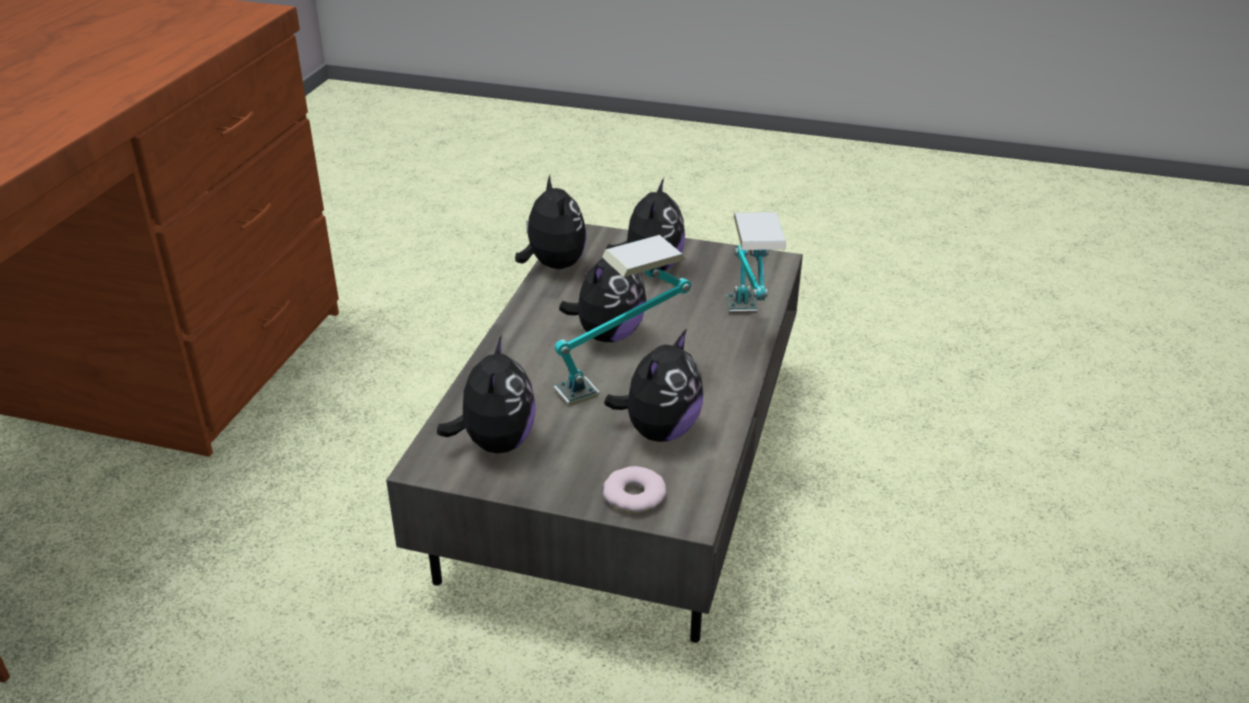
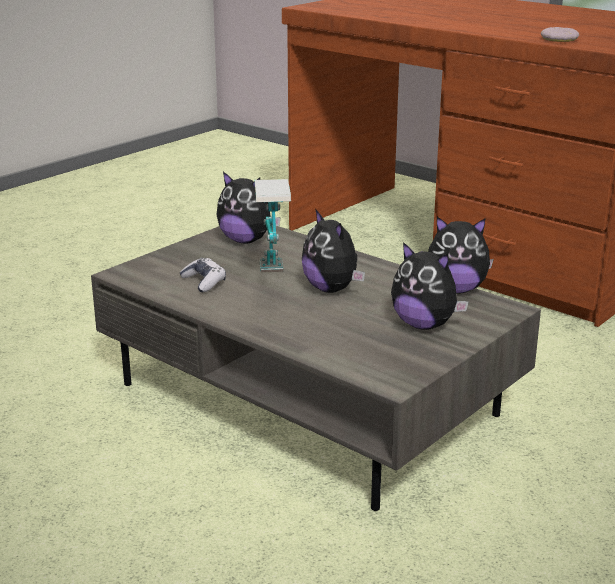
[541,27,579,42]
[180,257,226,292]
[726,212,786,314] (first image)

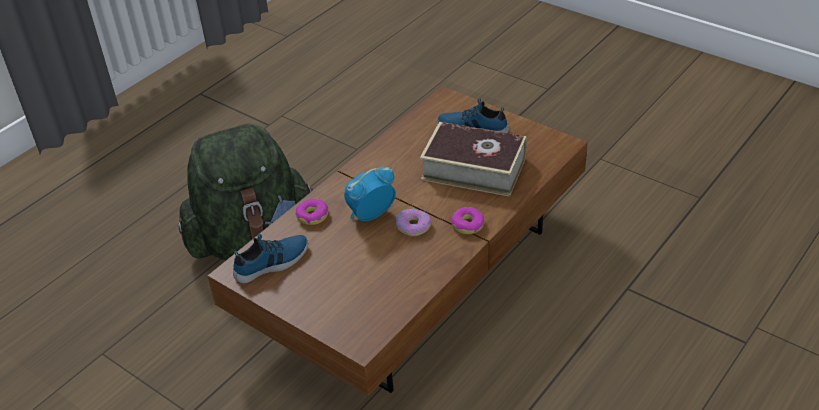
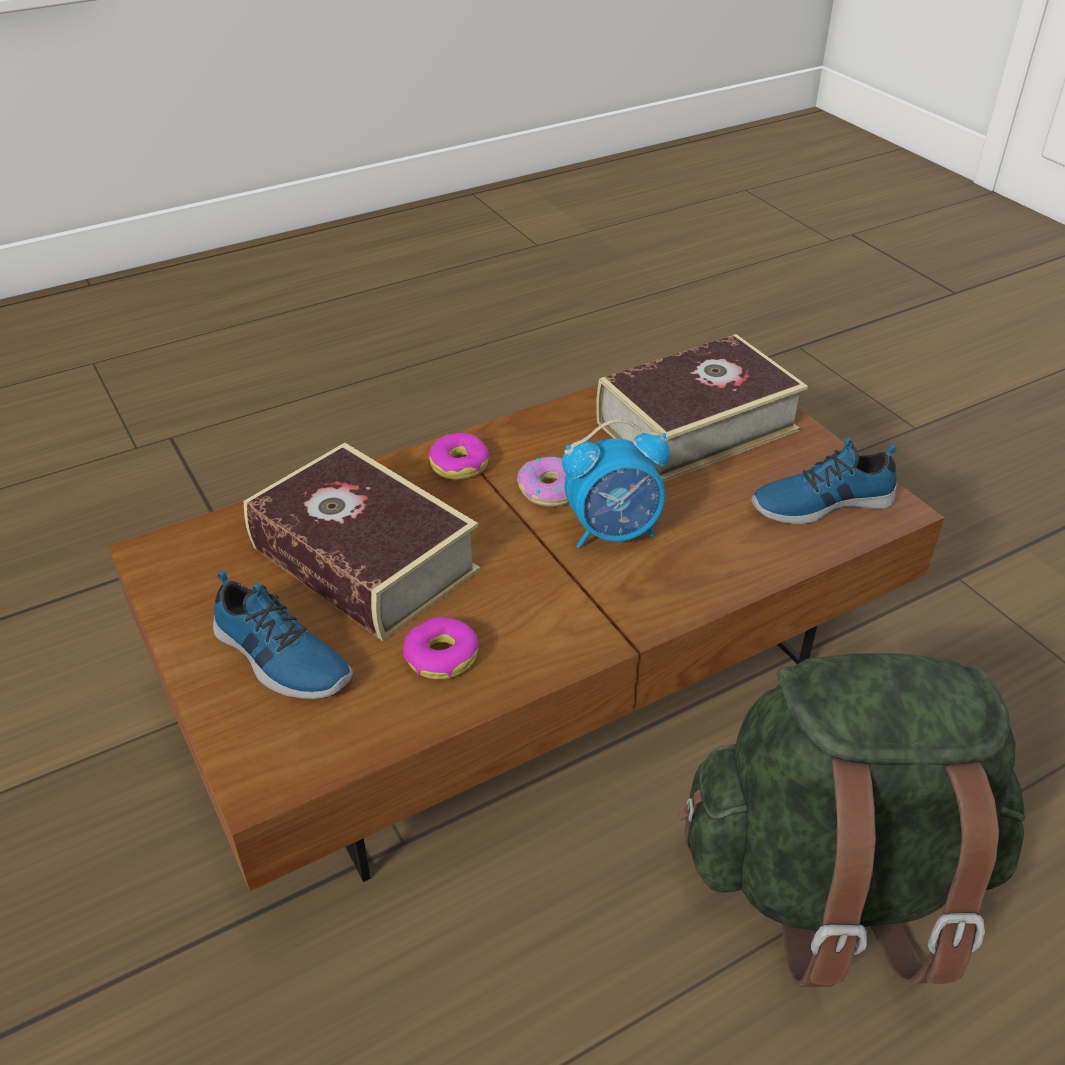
[403,617,479,679]
[596,334,808,482]

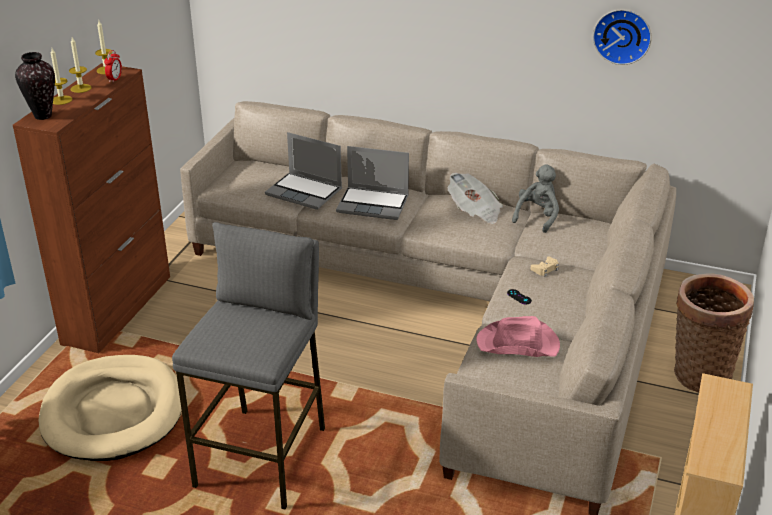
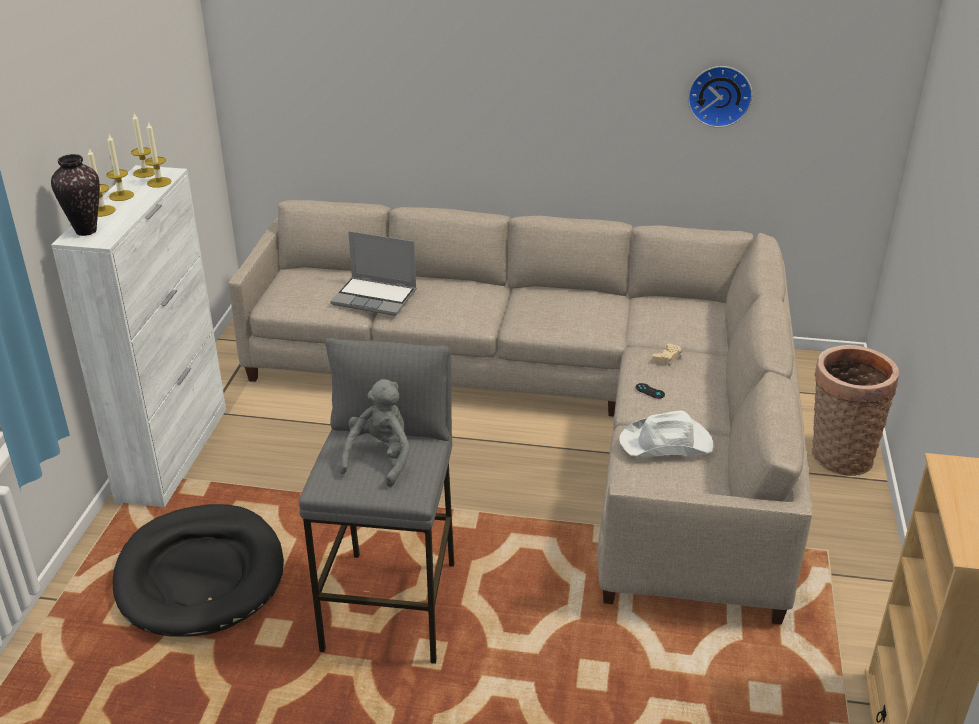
[51,165,226,508]
[113,504,284,636]
[145,121,171,188]
[336,146,409,220] (first image)
[448,172,503,224] (first image)
[619,410,713,457]
[339,379,410,487]

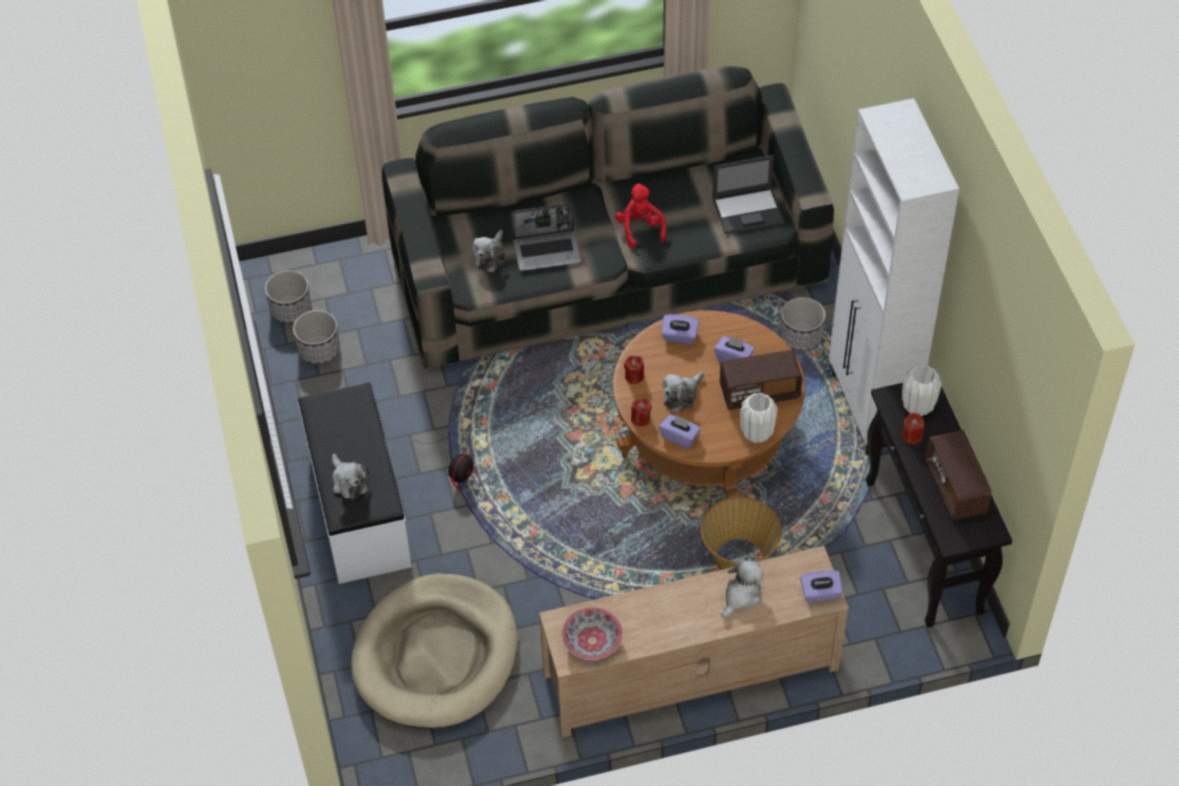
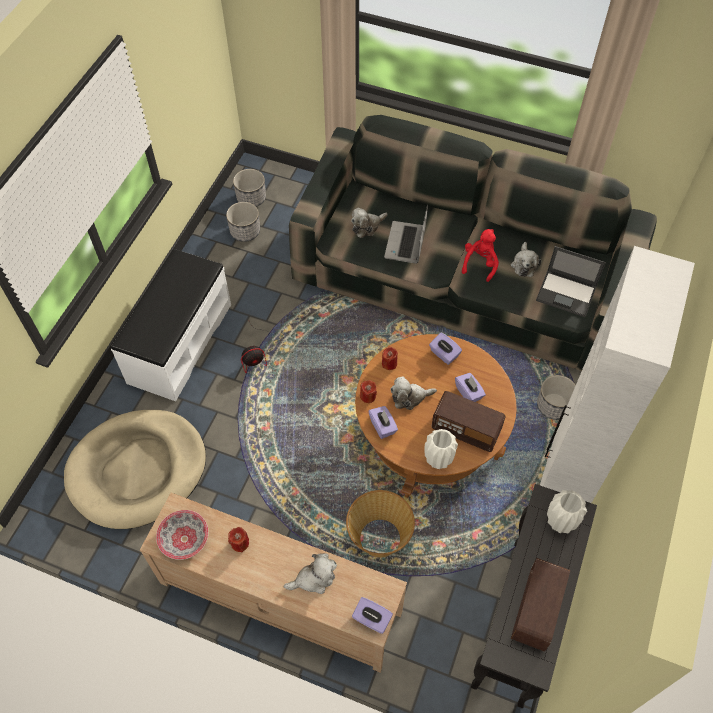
[511,242,541,277]
[384,205,428,264]
[228,527,249,552]

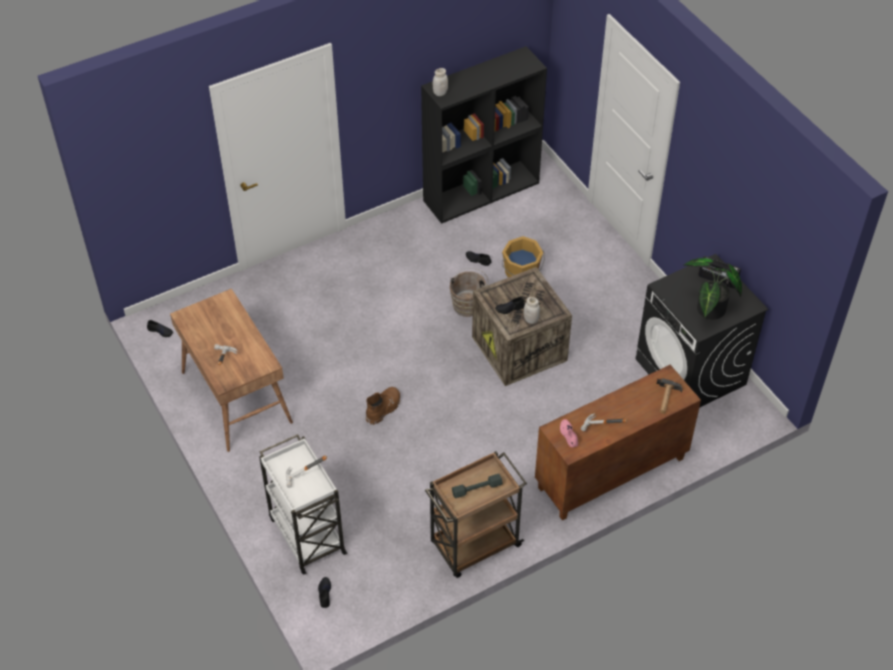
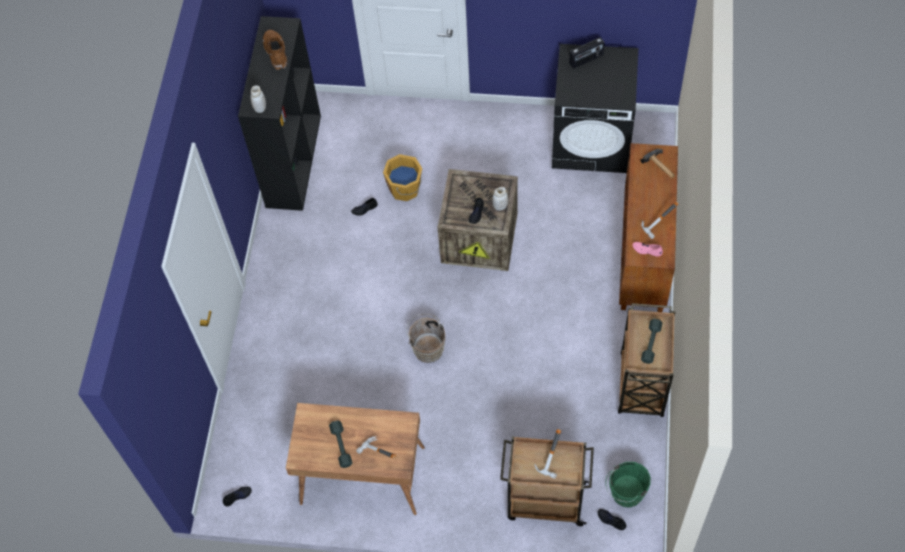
[500,436,594,526]
[263,30,287,70]
[406,314,445,363]
[683,258,742,320] (first image)
[329,420,352,468]
[606,462,651,507]

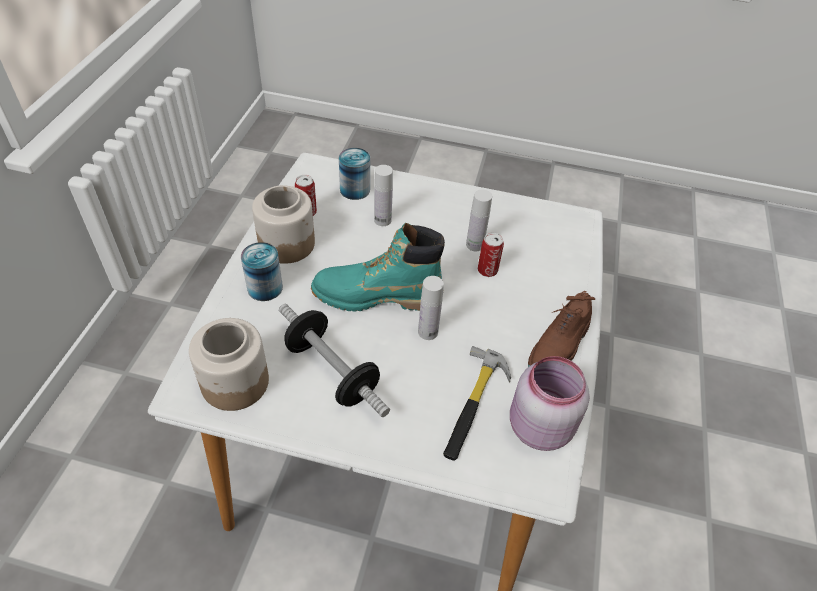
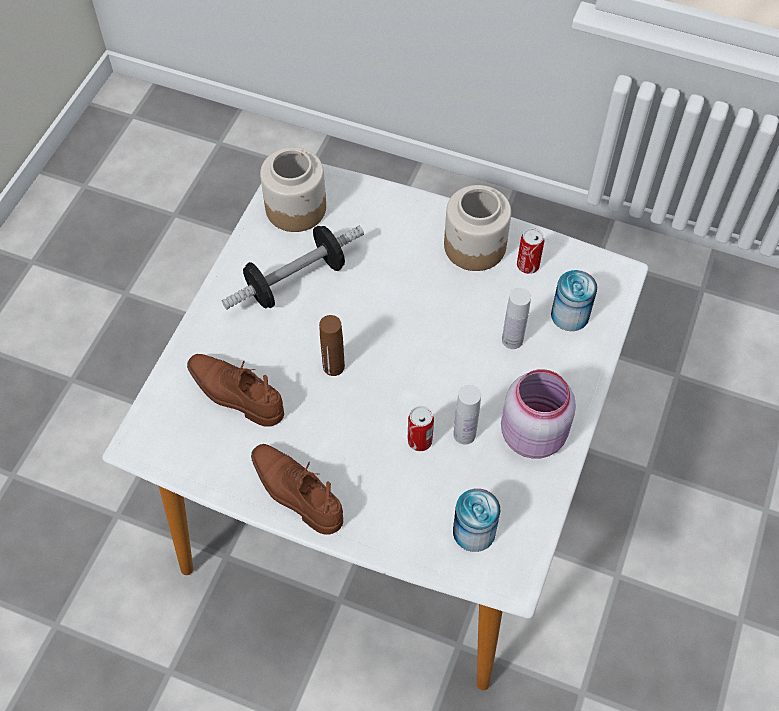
[453,488,500,552]
[311,223,445,312] (first image)
[319,315,345,376]
[187,354,284,427]
[501,369,576,459]

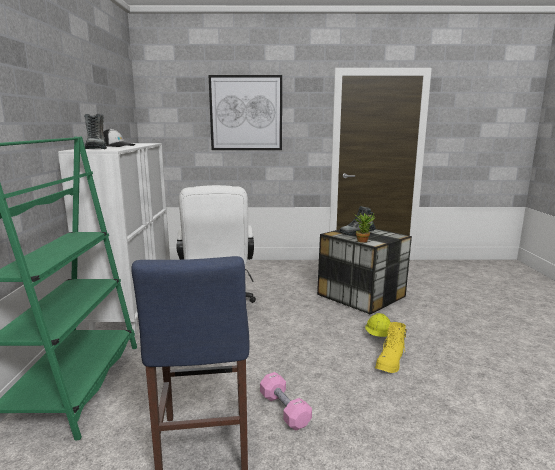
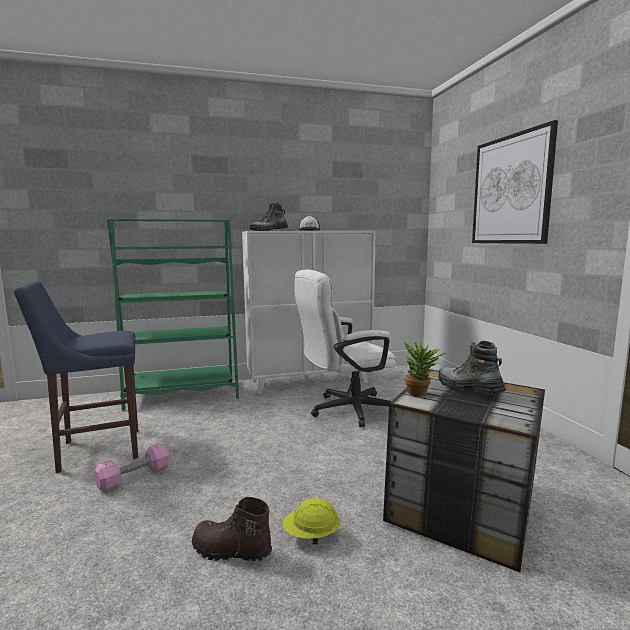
[192,497,272,561]

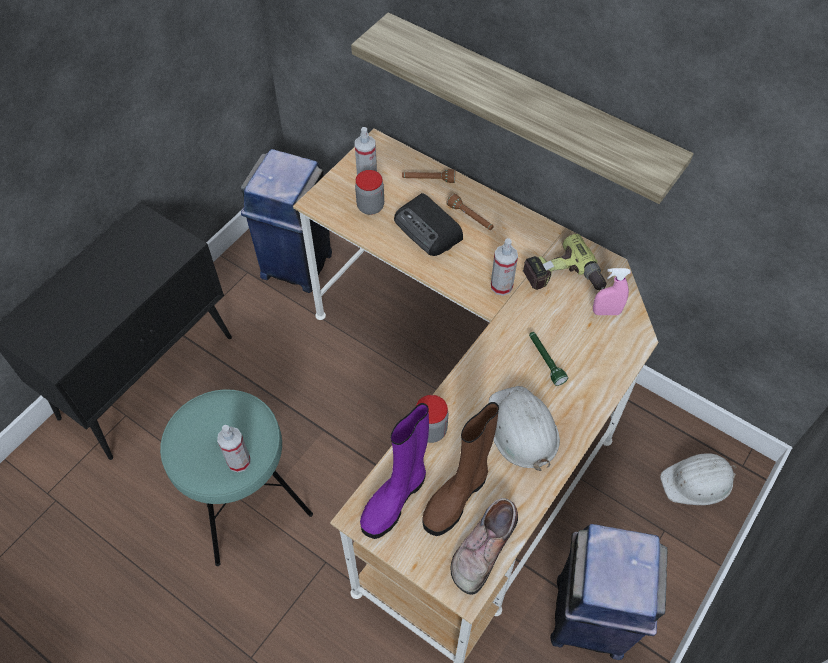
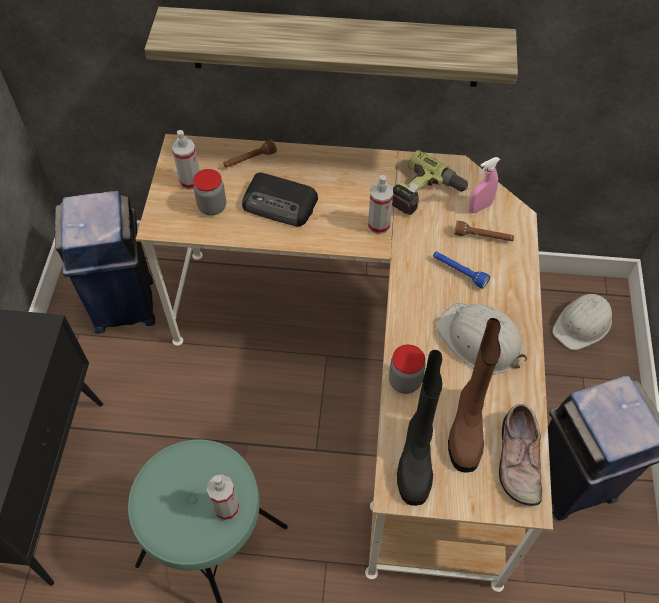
[397,350,443,506]
[454,221,514,241]
[433,251,490,289]

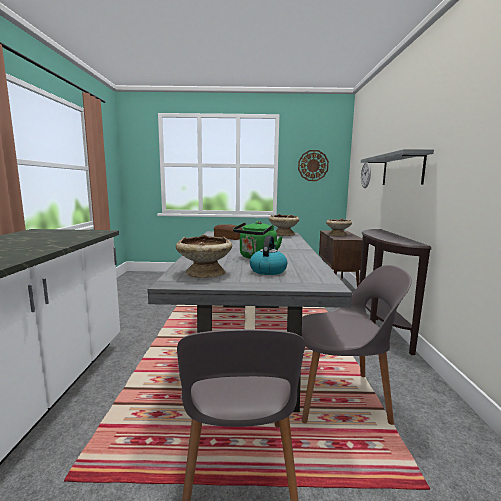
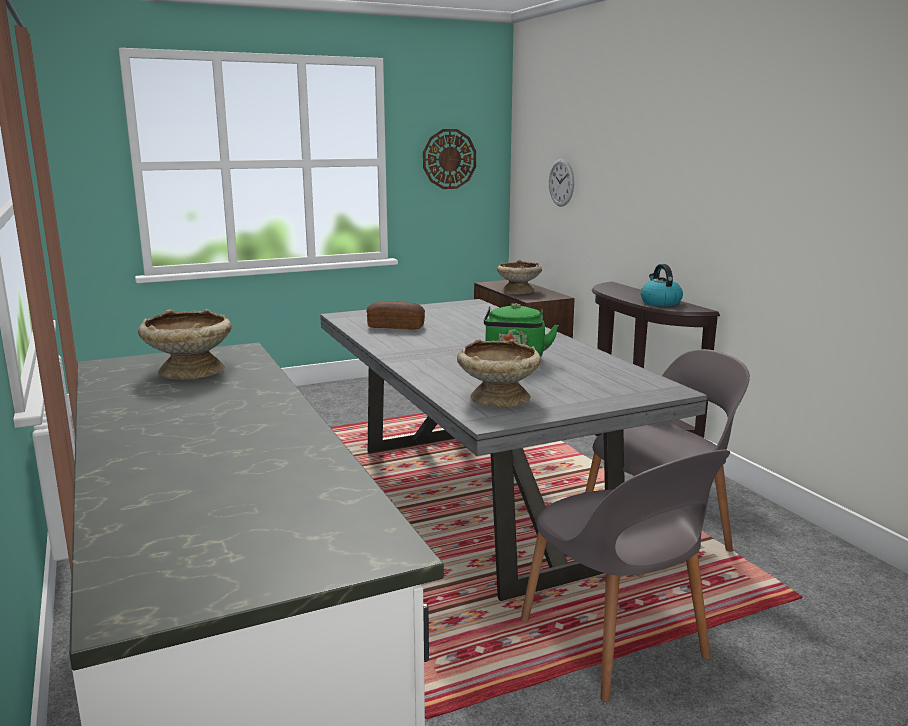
[641,264,683,306]
[138,309,232,379]
[361,149,434,185] (first image)

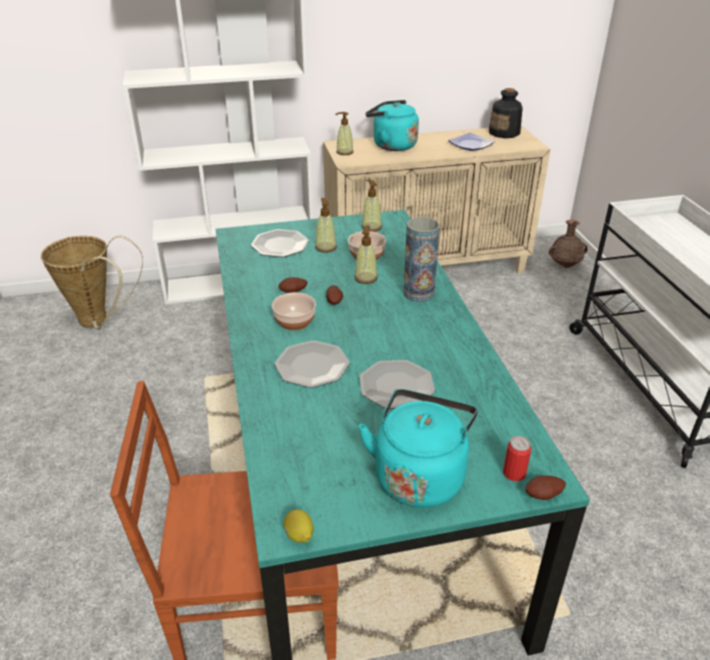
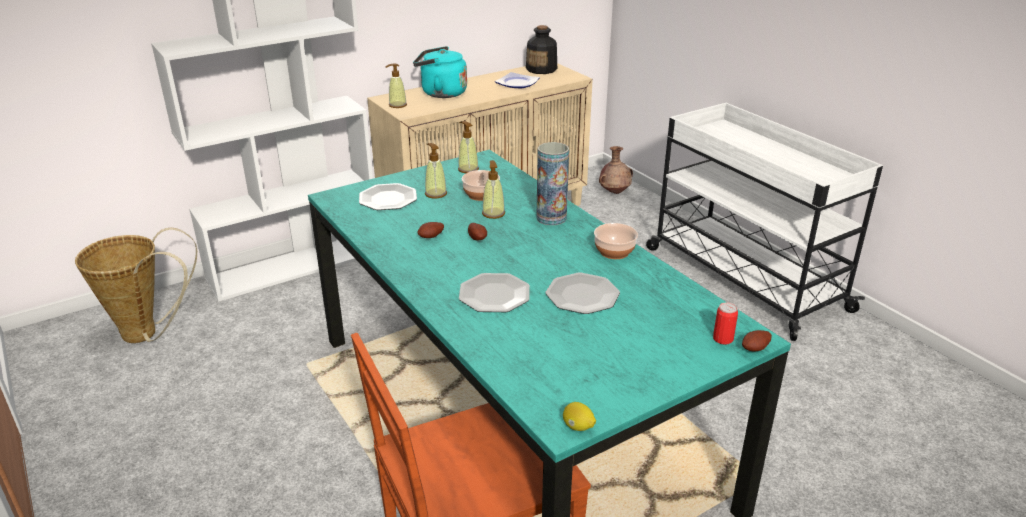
[594,223,638,259]
[359,389,478,508] (first image)

